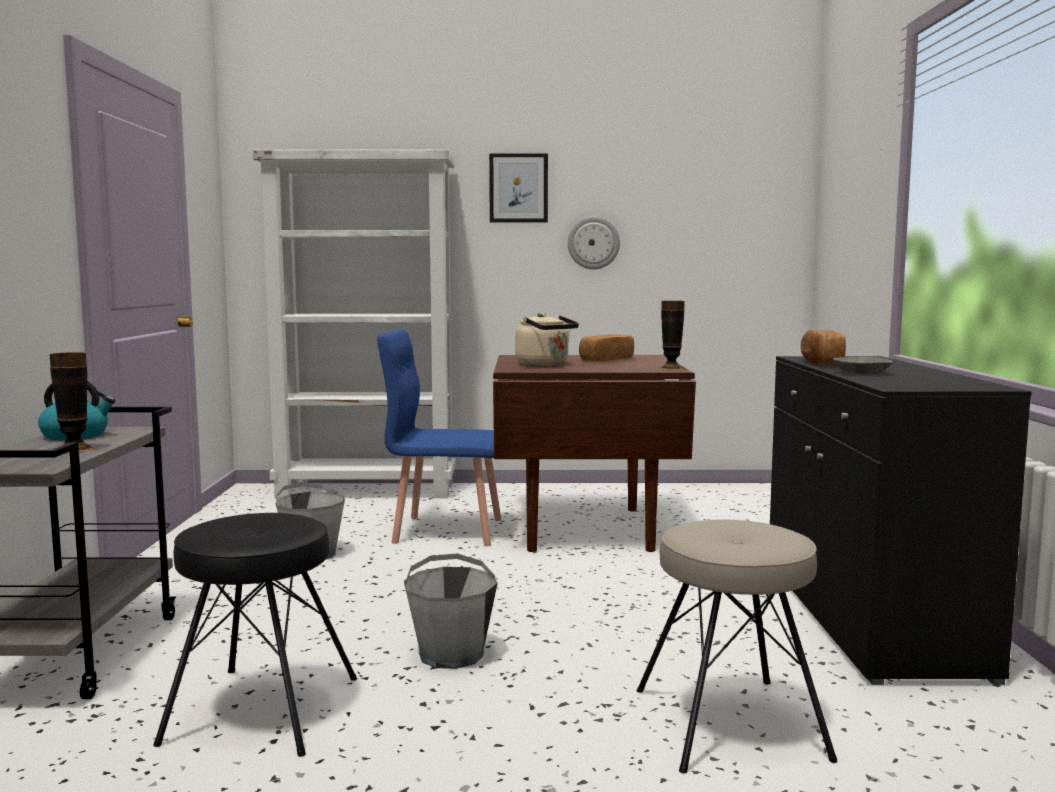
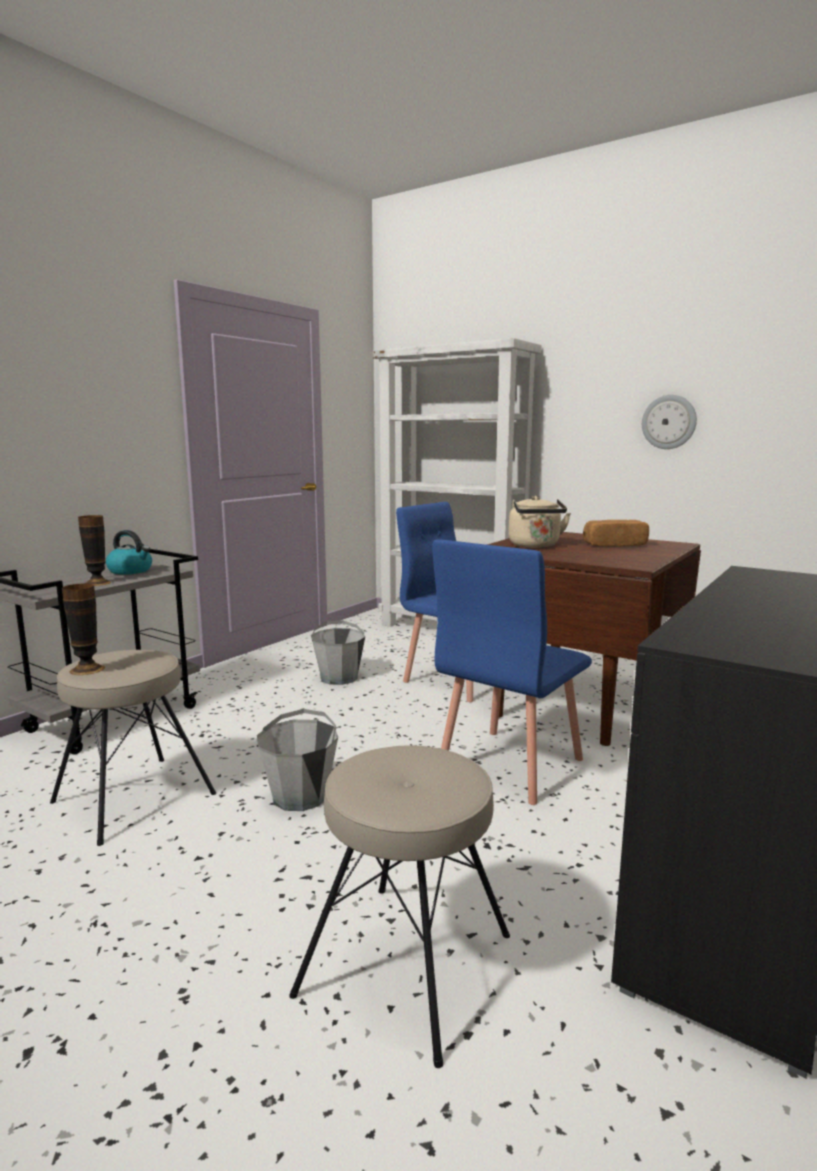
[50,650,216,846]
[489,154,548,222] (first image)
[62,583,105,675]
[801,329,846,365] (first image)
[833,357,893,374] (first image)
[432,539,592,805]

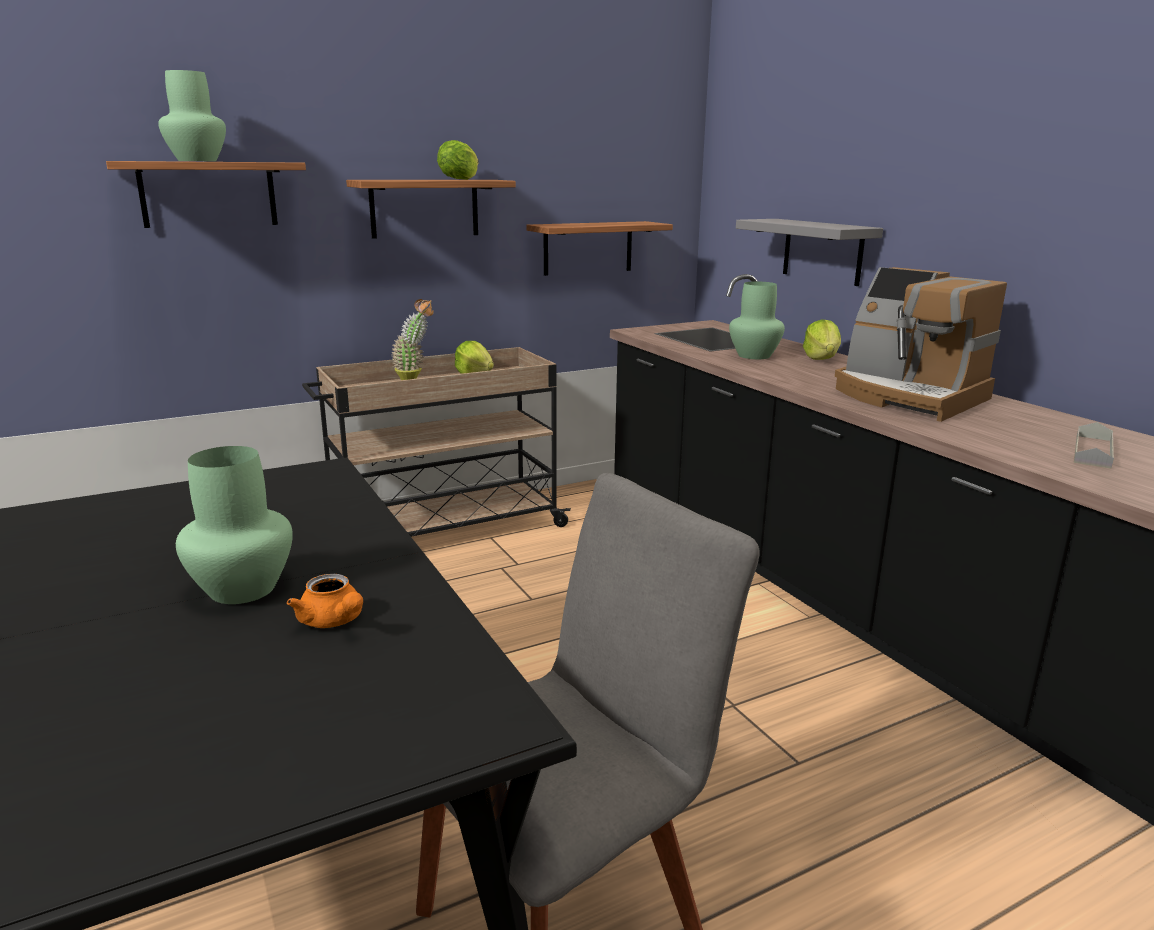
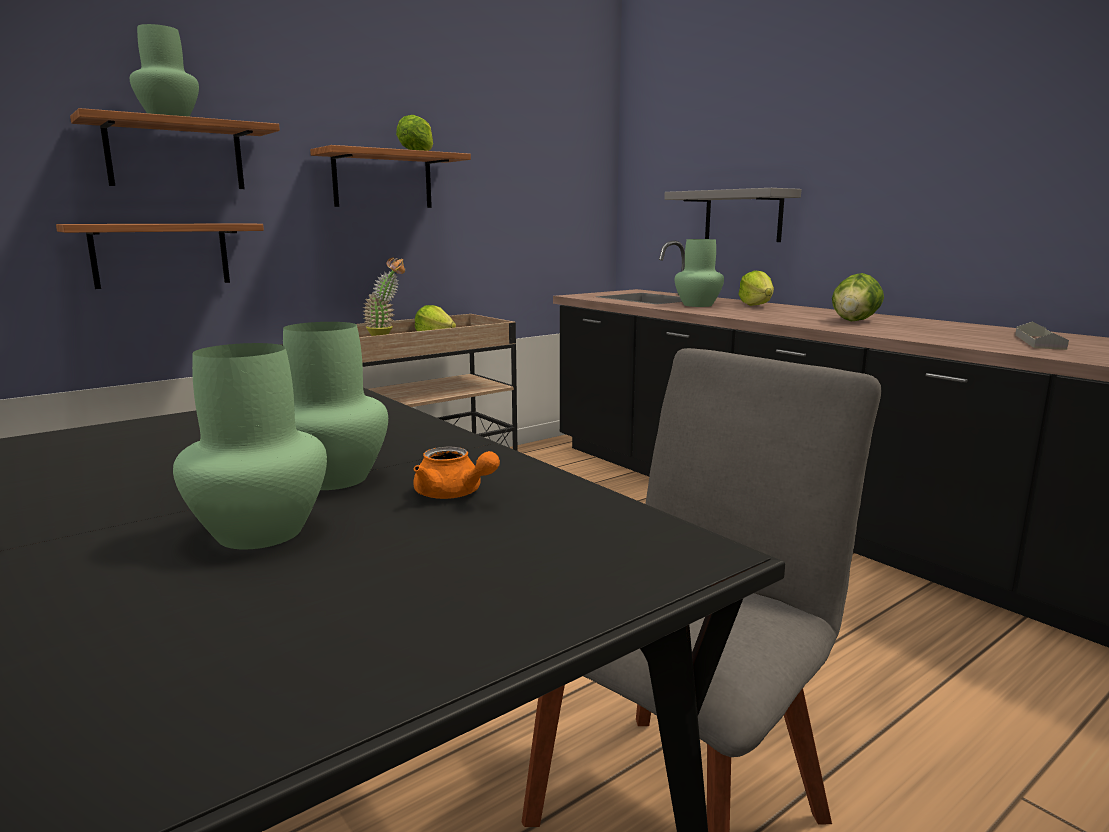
[56,223,264,289]
[832,273,884,321]
[173,343,327,549]

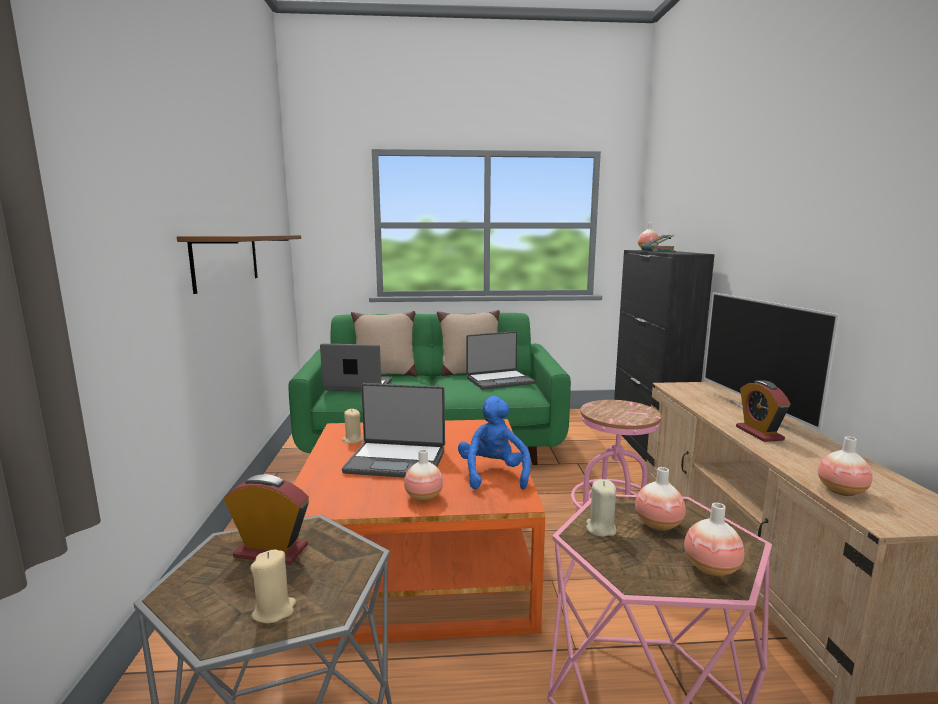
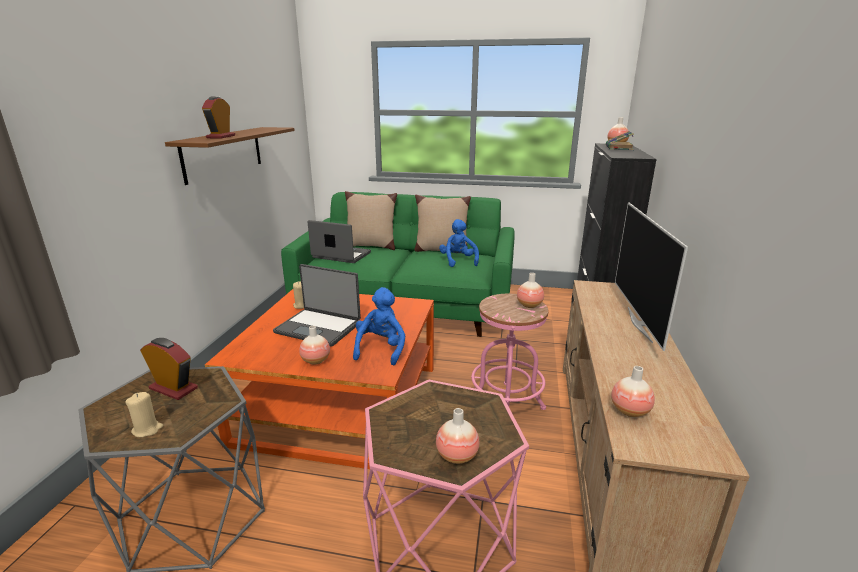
[439,219,479,267]
[586,479,616,537] (first image)
[517,273,544,308]
[202,96,235,139]

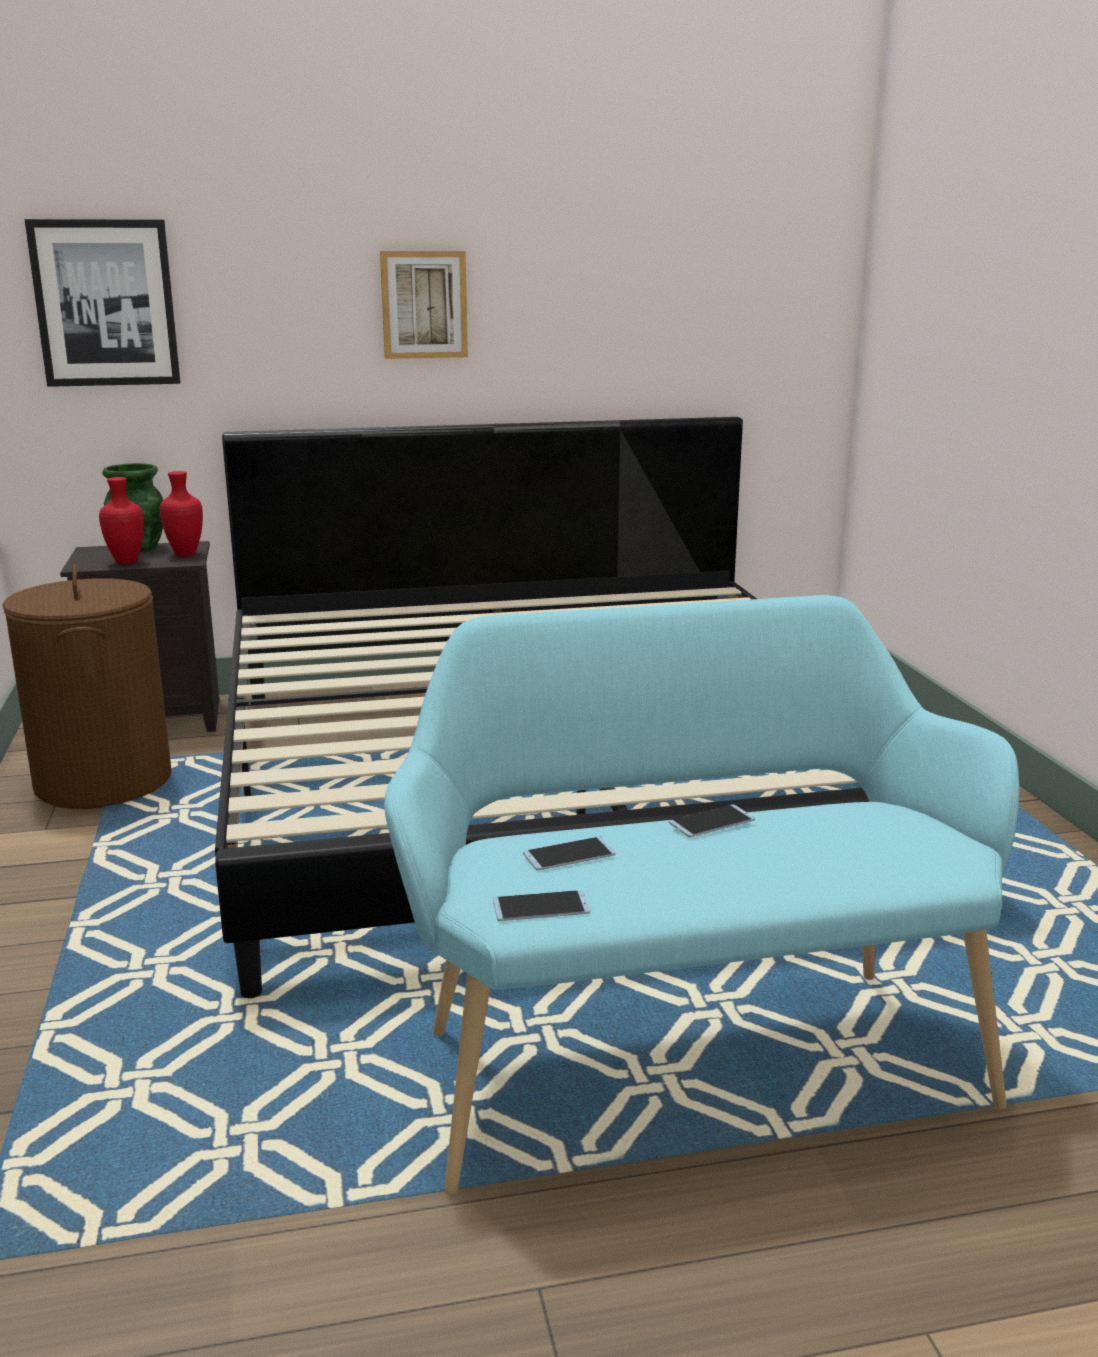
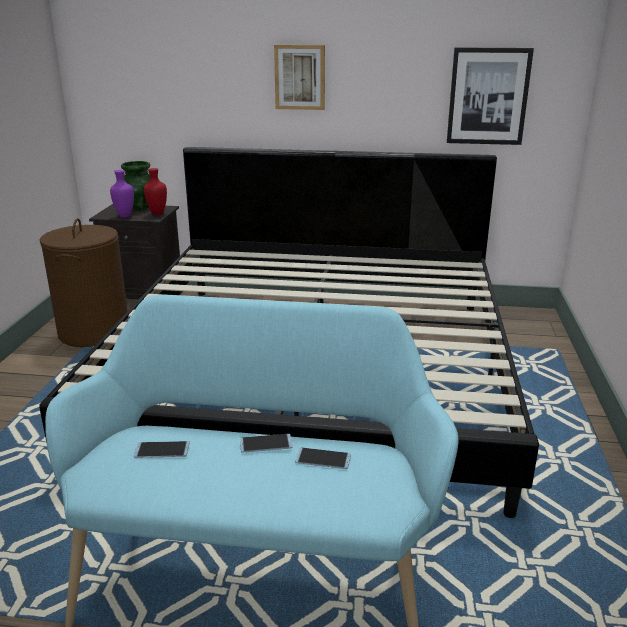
[447,47,534,145]
[110,170,134,217]
[295,448,351,469]

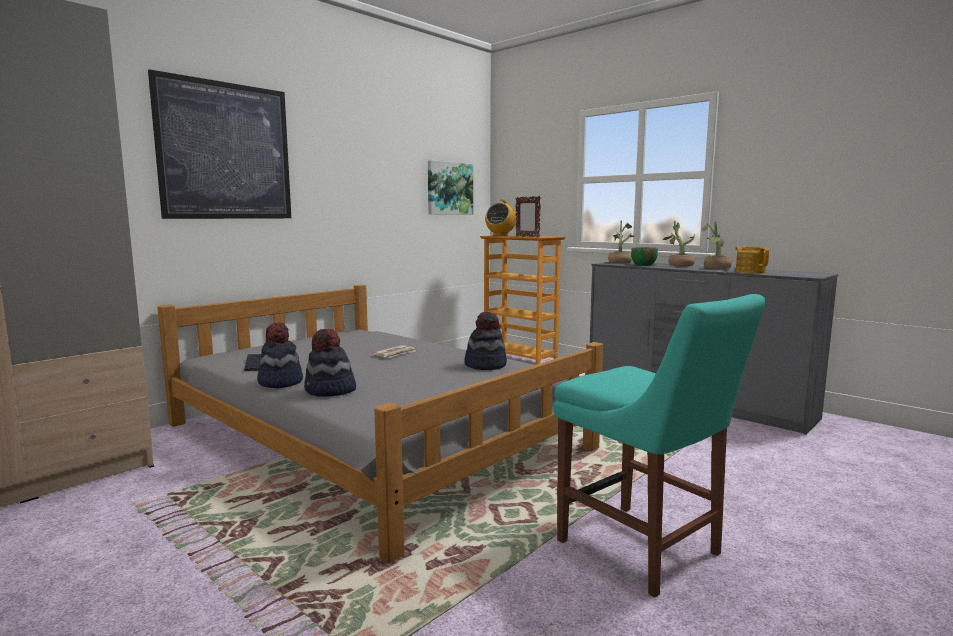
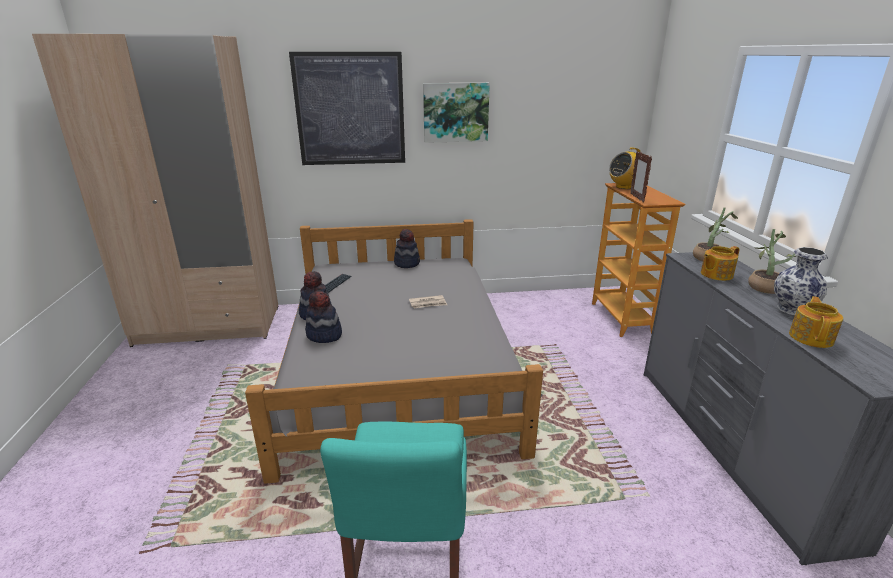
[423,83,490,143]
[394,229,420,268]
[701,246,740,281]
[774,247,828,315]

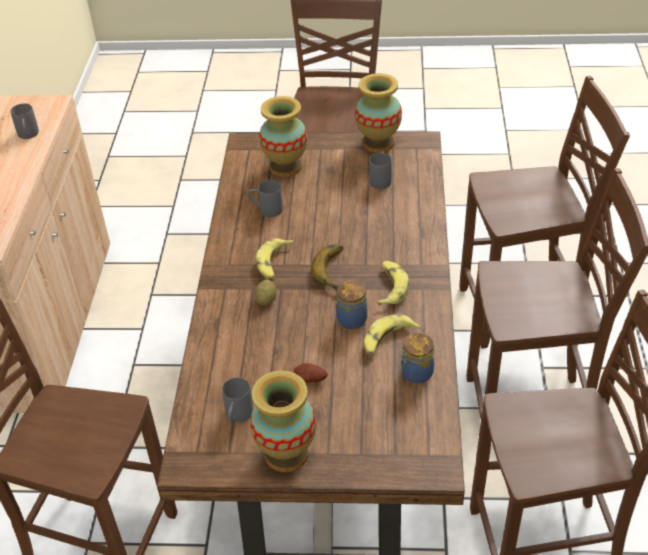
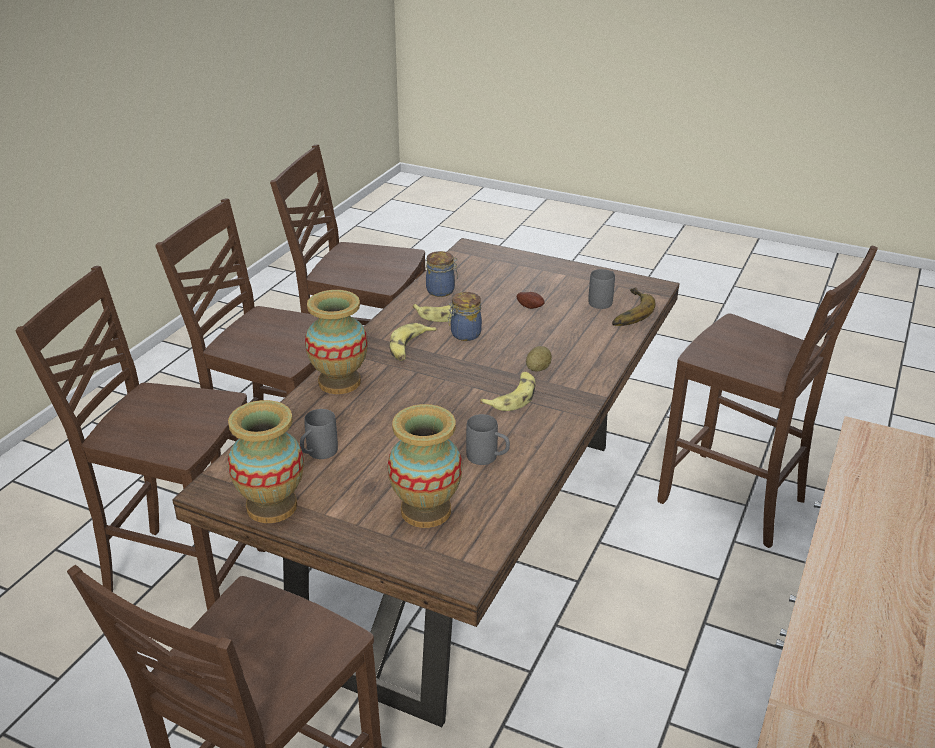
[11,104,39,139] (first image)
[305,290,368,394]
[612,288,656,326]

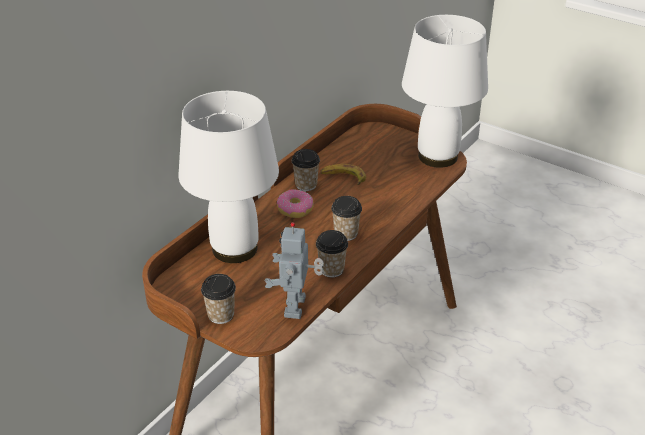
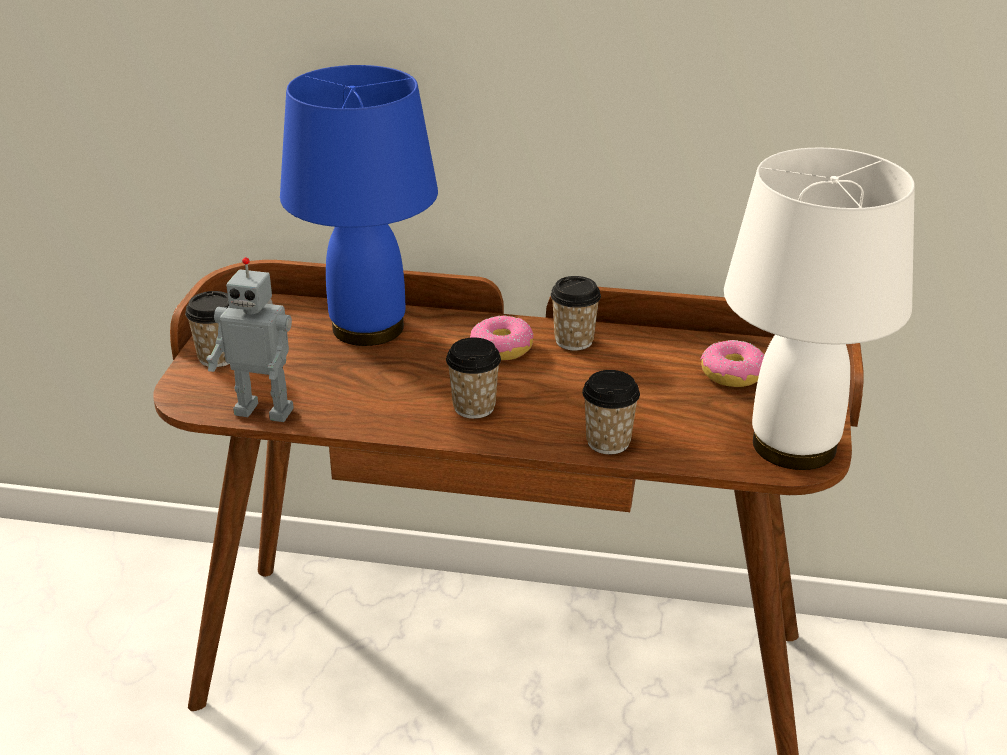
[280,65,438,346]
[206,257,294,422]
[582,370,640,454]
[320,164,366,185] (first image)
[700,340,764,387]

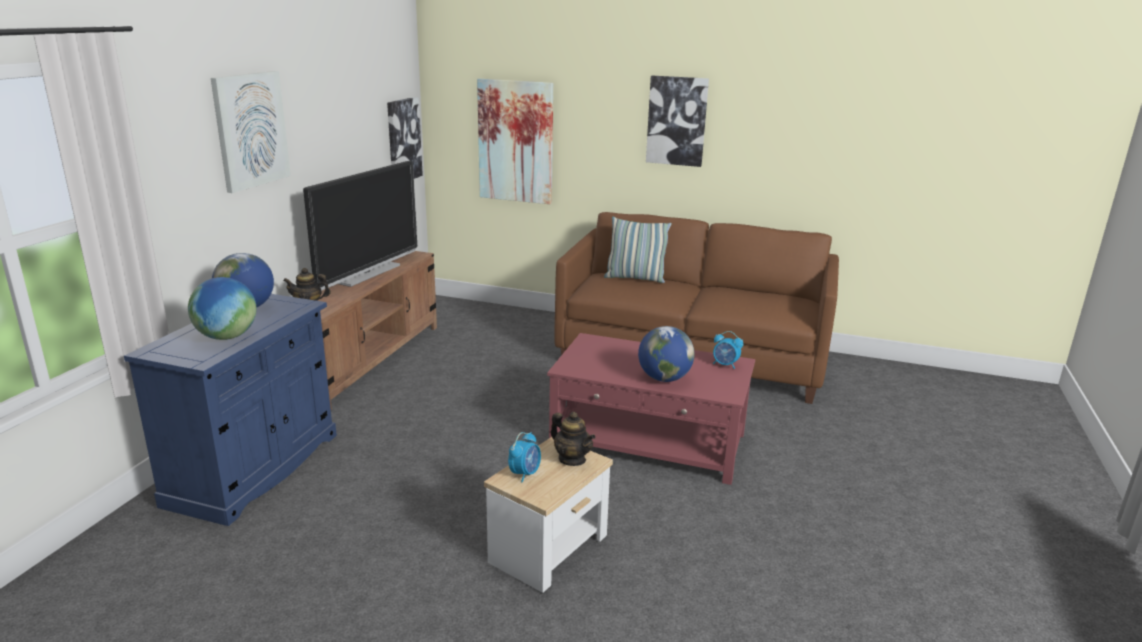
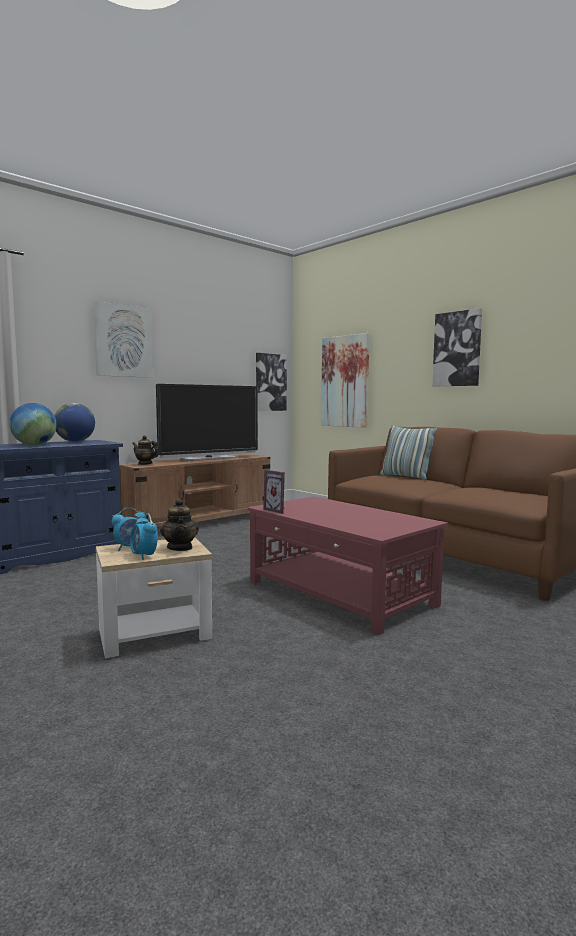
[638,326,695,382] (first image)
[130,513,158,560]
[263,470,285,514]

